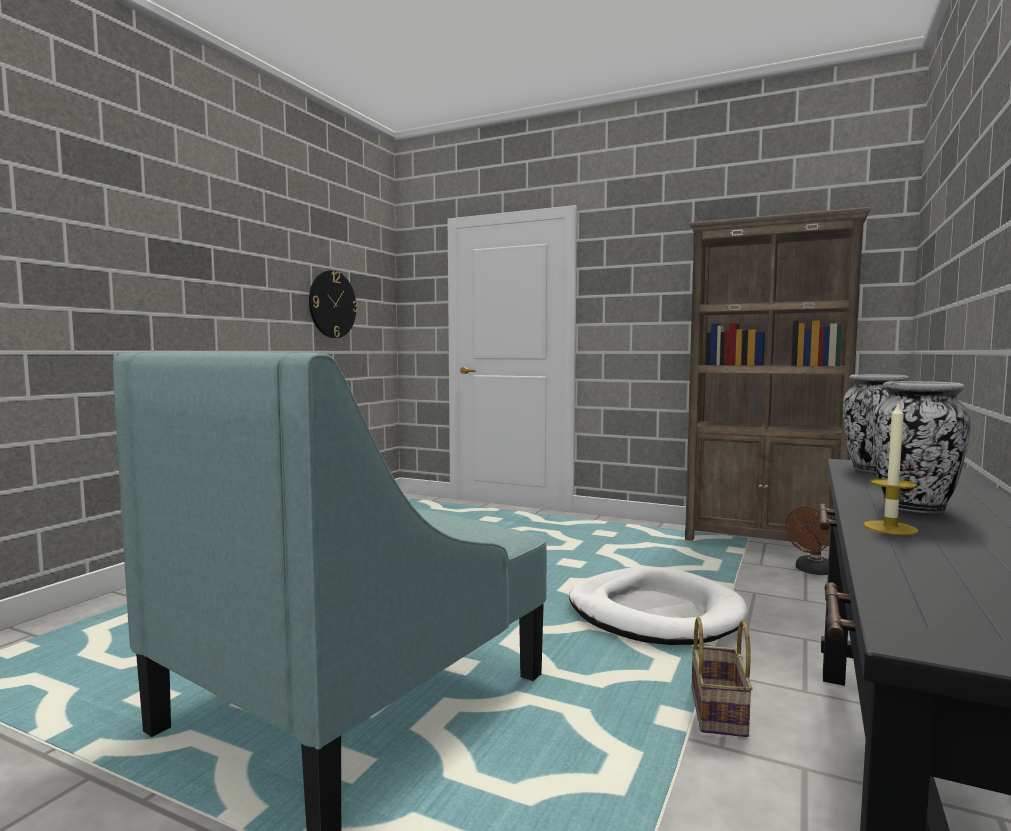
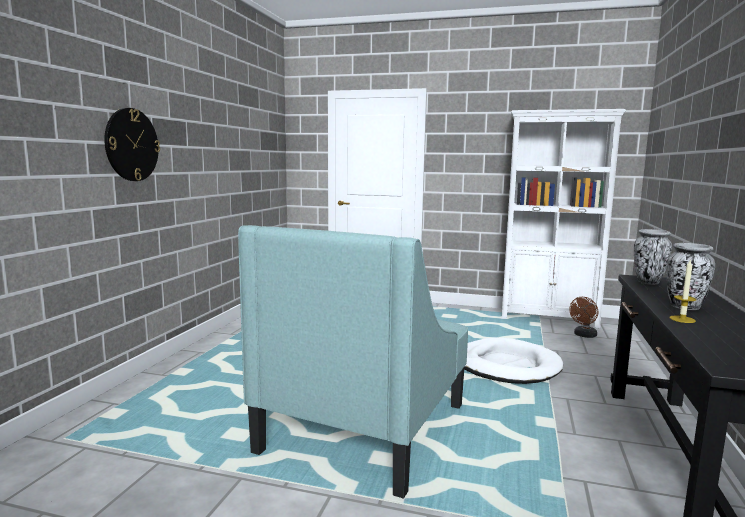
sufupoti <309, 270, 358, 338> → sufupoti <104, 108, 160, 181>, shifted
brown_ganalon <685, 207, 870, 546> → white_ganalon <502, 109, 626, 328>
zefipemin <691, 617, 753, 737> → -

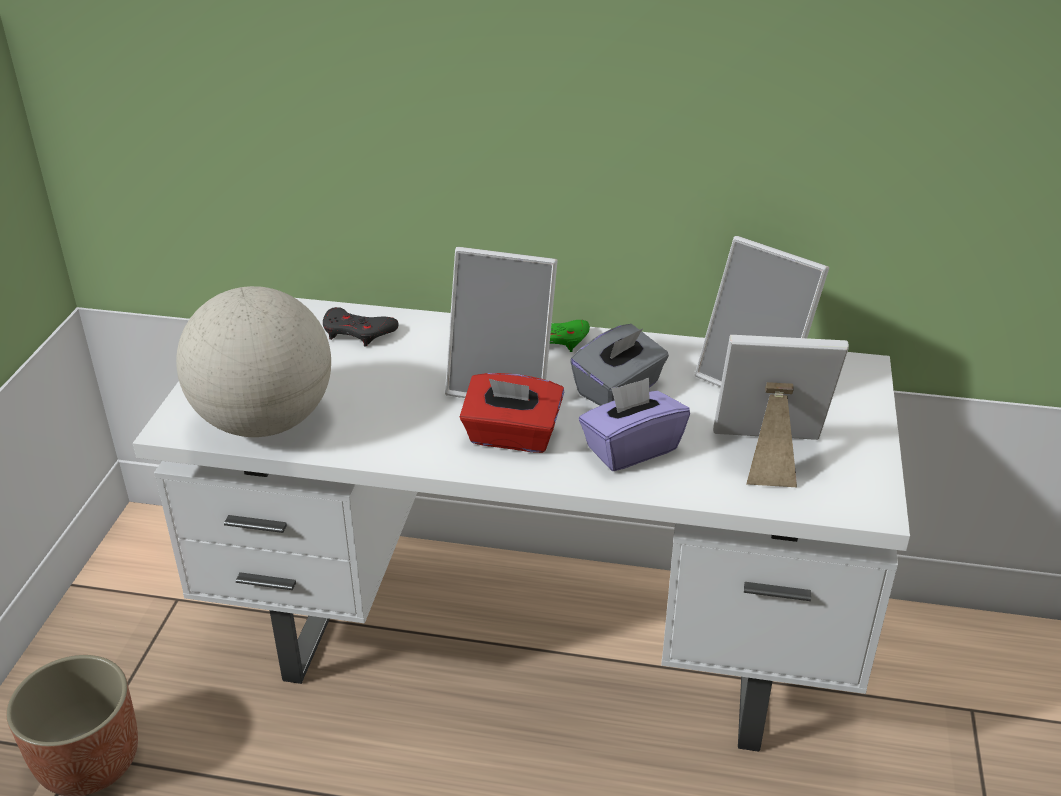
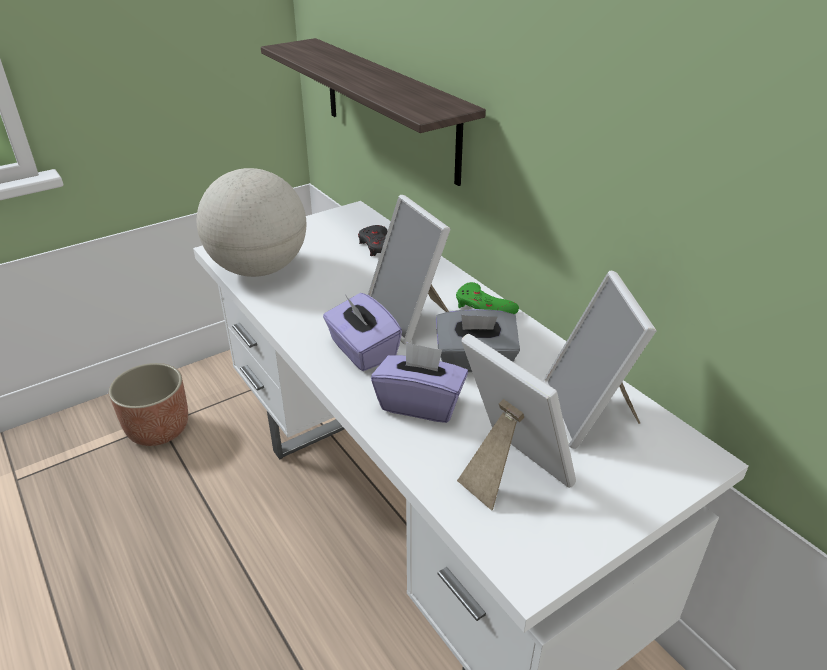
- → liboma <261, 38, 486, 186>
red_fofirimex <460, 373, 564, 453> → purple_fofirimex <323, 293, 402, 371>

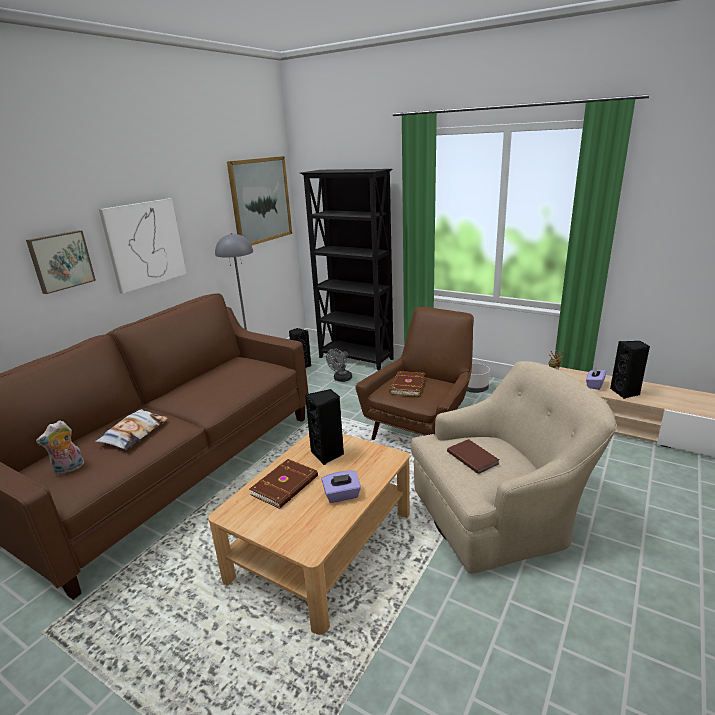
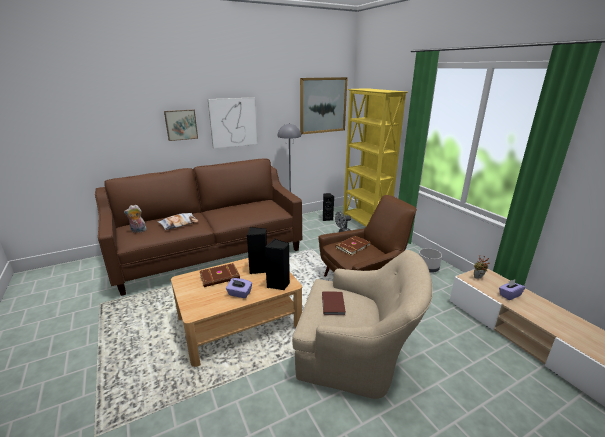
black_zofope <610, 341, 650, 399> → black_zofope <265, 239, 290, 290>, shifted
black_ganalon <300, 169, 394, 370> → yellow_ganalon <343, 88, 407, 227>

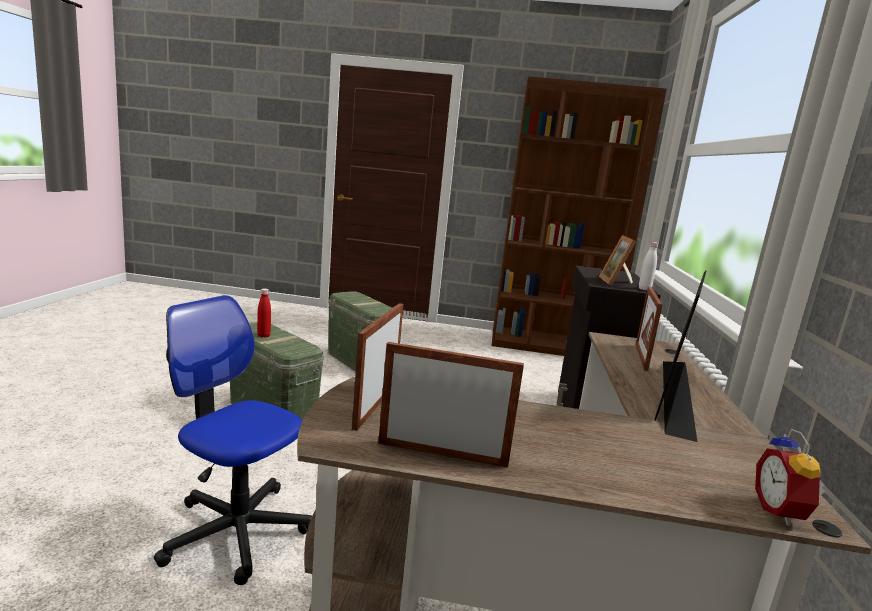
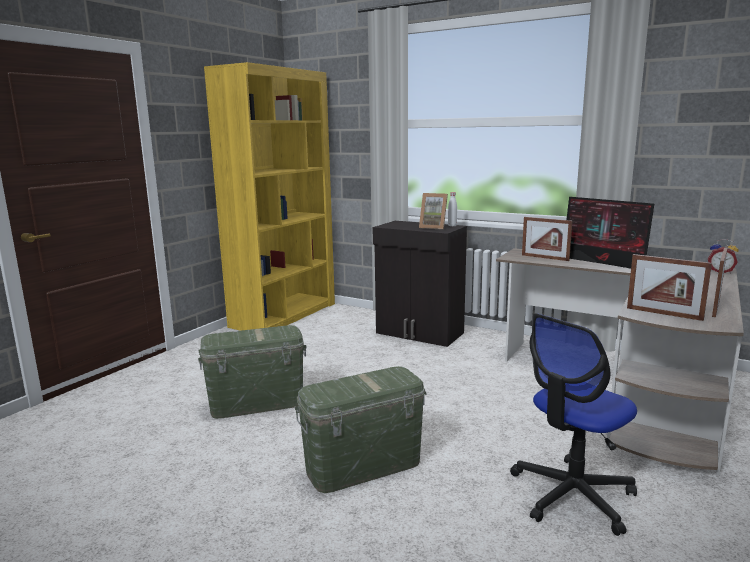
brown_ganalon <492, 76, 667, 356> → yellow_ganalon <204, 62, 335, 331>
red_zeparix <257, 288, 271, 338> → -

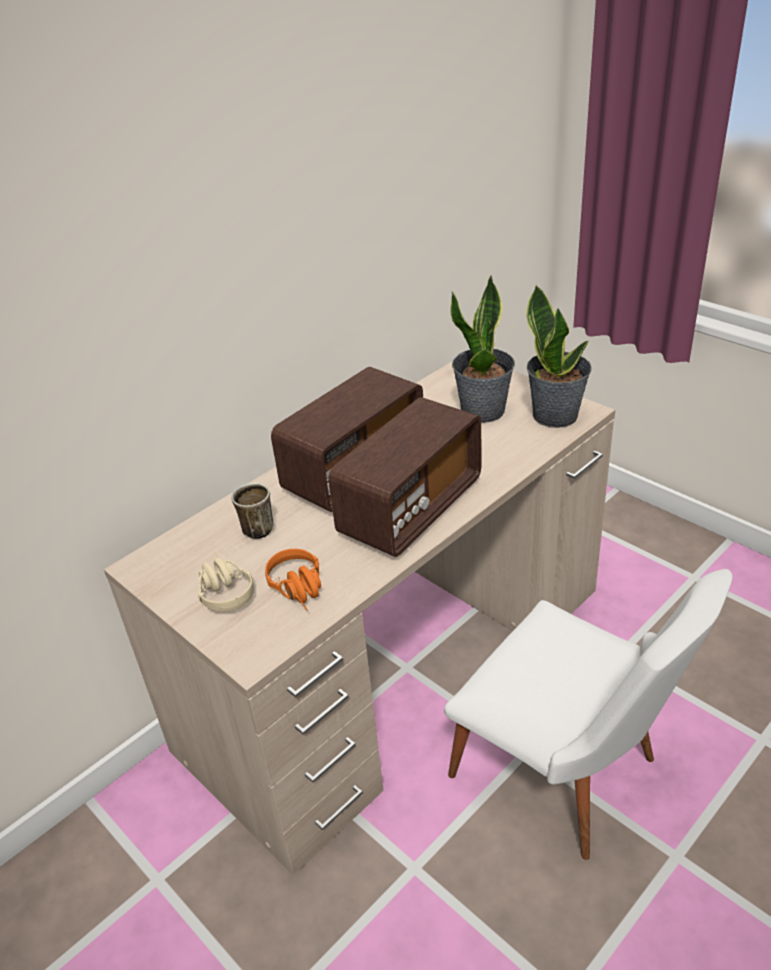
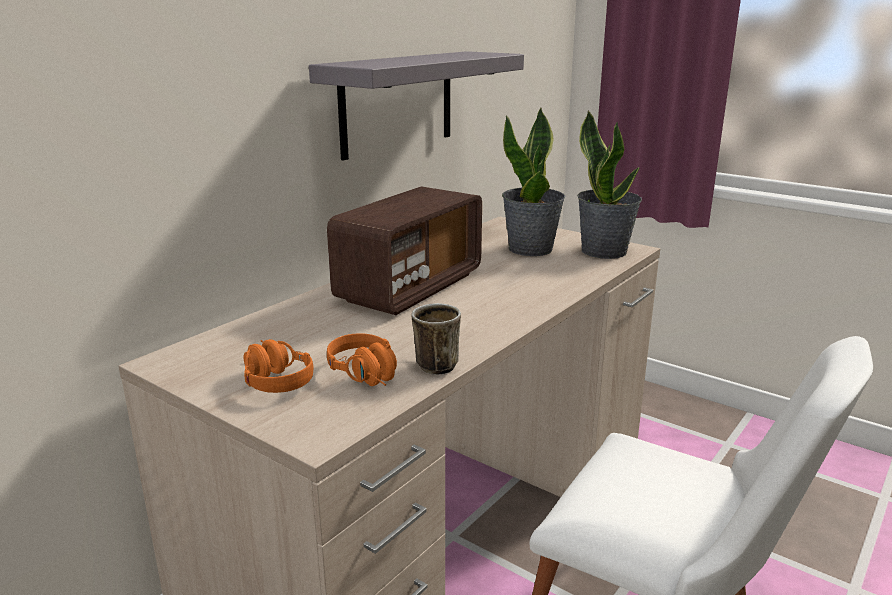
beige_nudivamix <198, 551, 254, 612> → orange_nudivamix <244, 339, 313, 393>
- → grey_liboma <309, 51, 524, 160>
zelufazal <231, 483, 274, 539> → zelufazal <411, 303, 461, 375>, shifted
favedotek <328, 397, 481, 557> → -

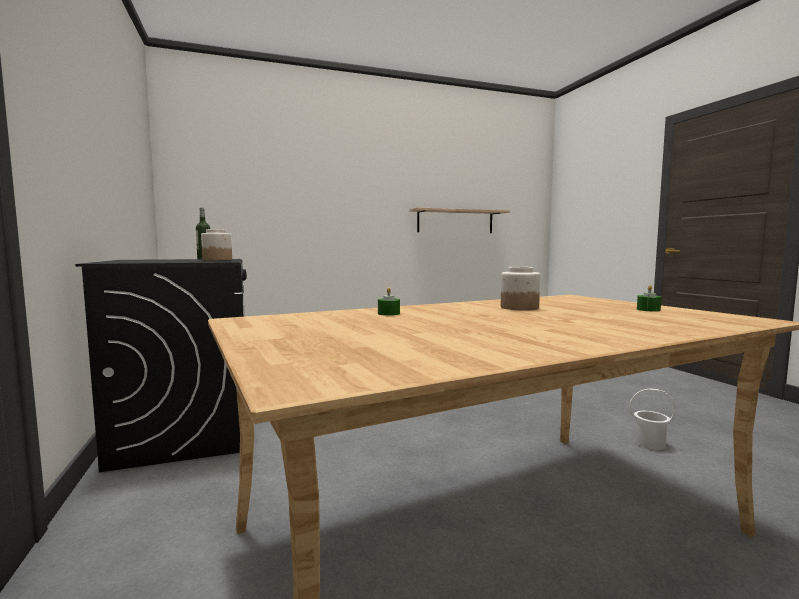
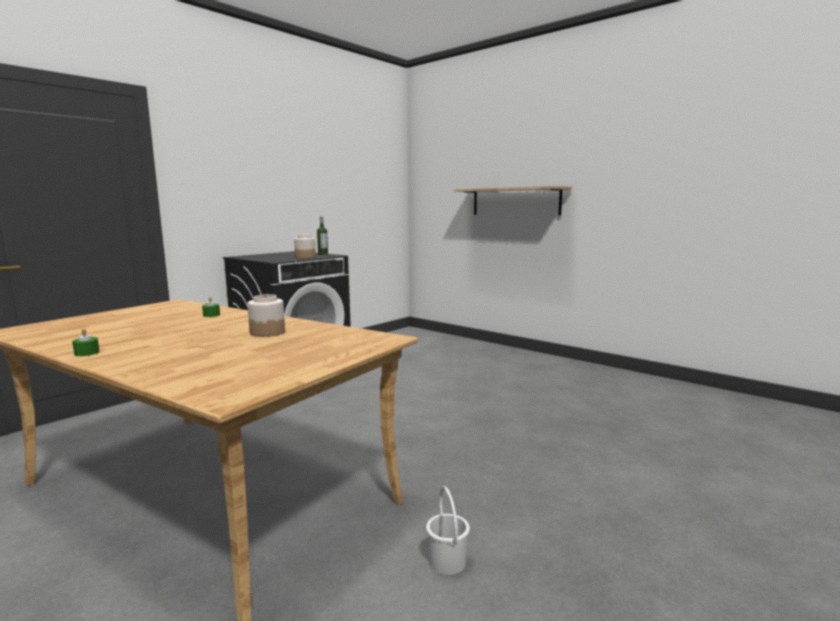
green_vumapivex <637, 285, 661, 311> → green_vumapivex <72, 328, 100, 356>, shifted
liboma <409, 207, 510, 233> → liboma <454, 186, 572, 215>, shifted

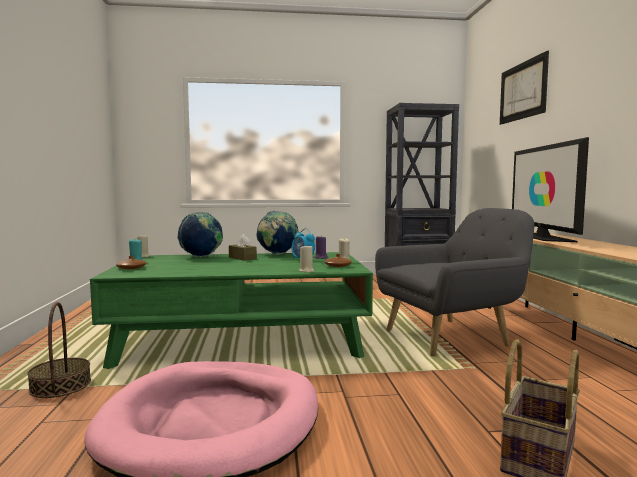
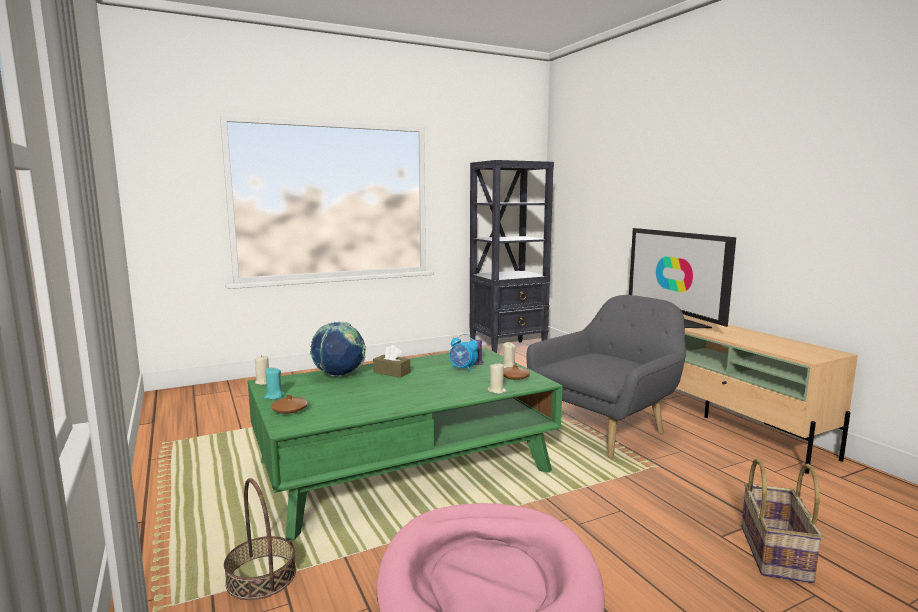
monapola <256, 211, 298, 255> → -
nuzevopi <500, 50, 549, 125> → -

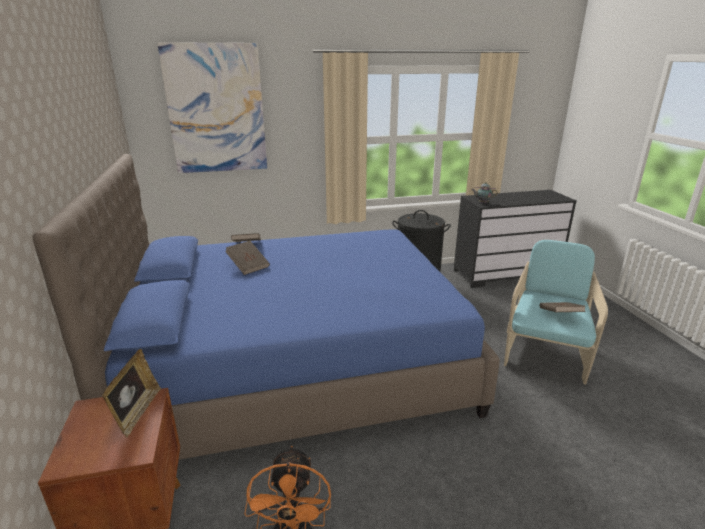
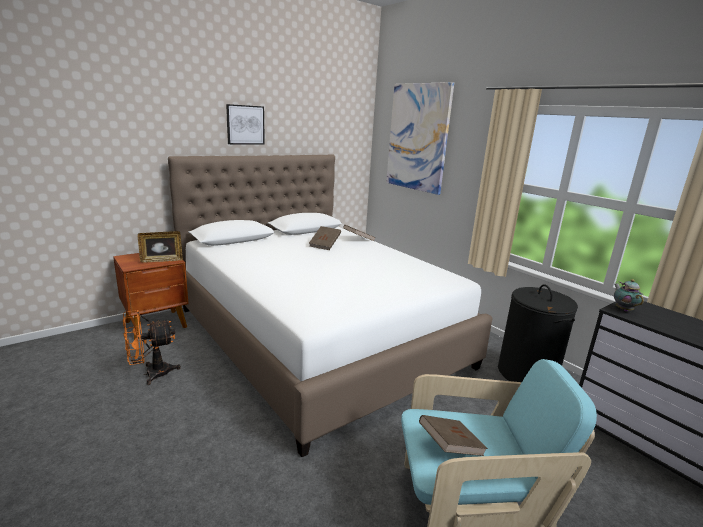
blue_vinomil <33, 154, 500, 460> → white_vinomil <168, 155, 493, 457>
- → nuzevopi <226, 104, 265, 145>

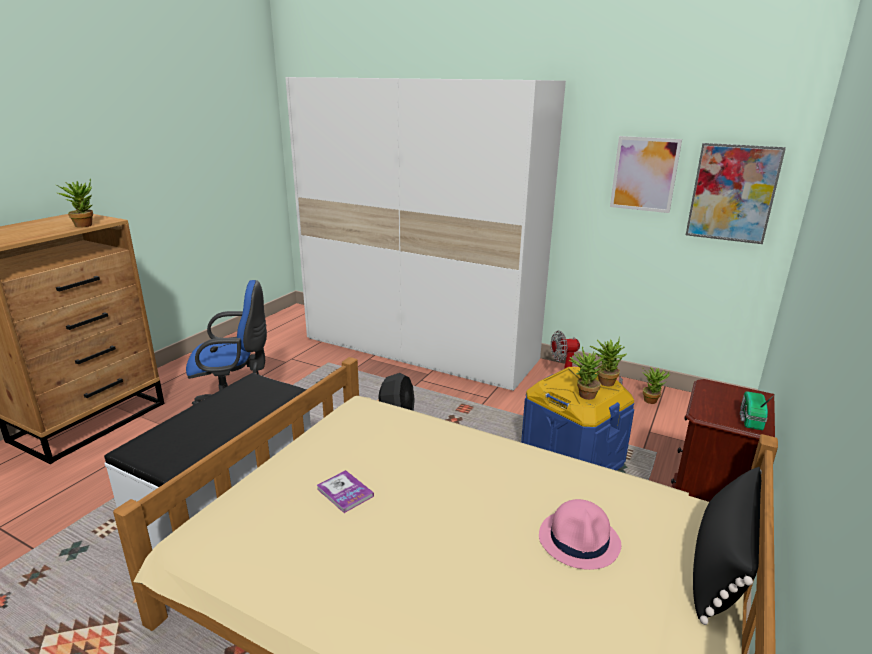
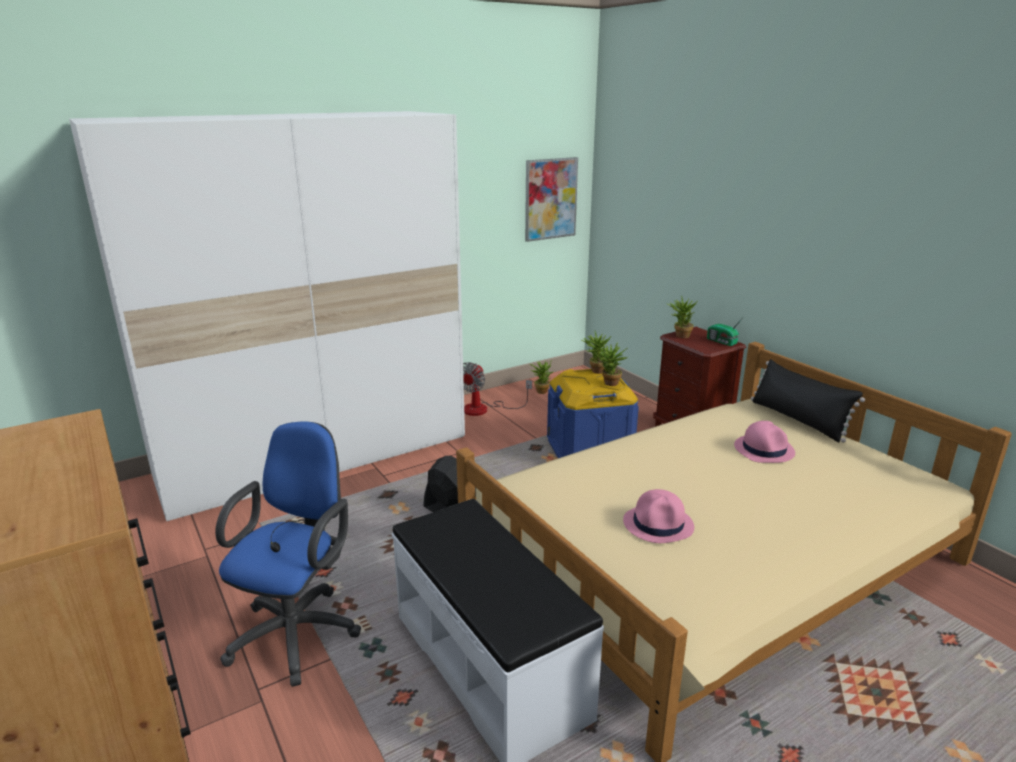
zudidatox <317, 470, 374, 513> → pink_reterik <623, 489, 694, 543>
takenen <57, 179, 93, 228> → takenen <667, 295, 697, 338>, shifted
nuzevopi <610, 136, 682, 213> → -

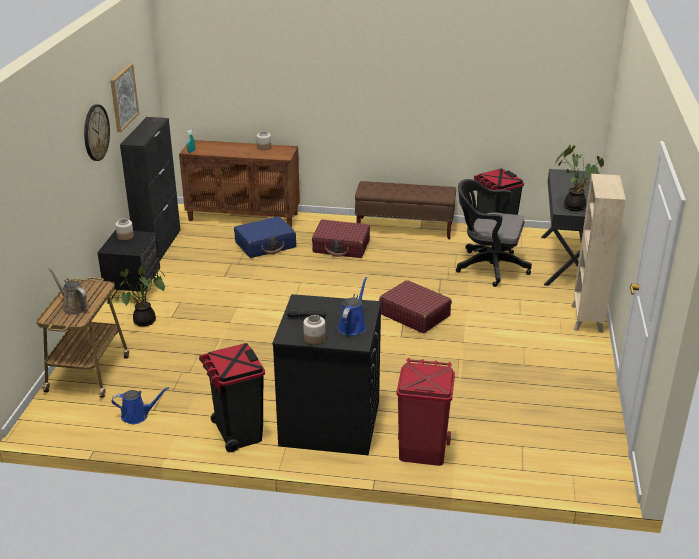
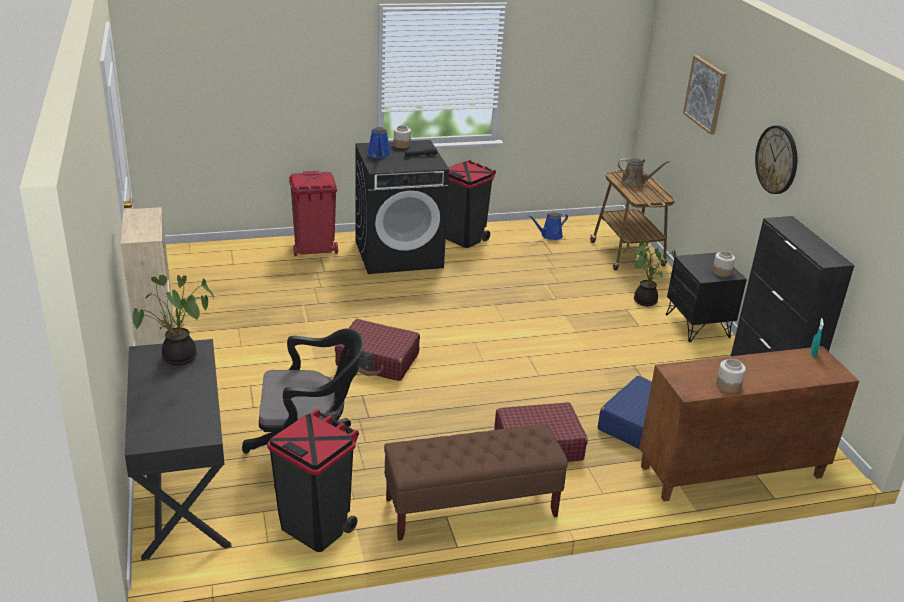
nuzevopi <110, 64, 139, 132> → nuzevopi <683, 55, 727, 135>, shifted

